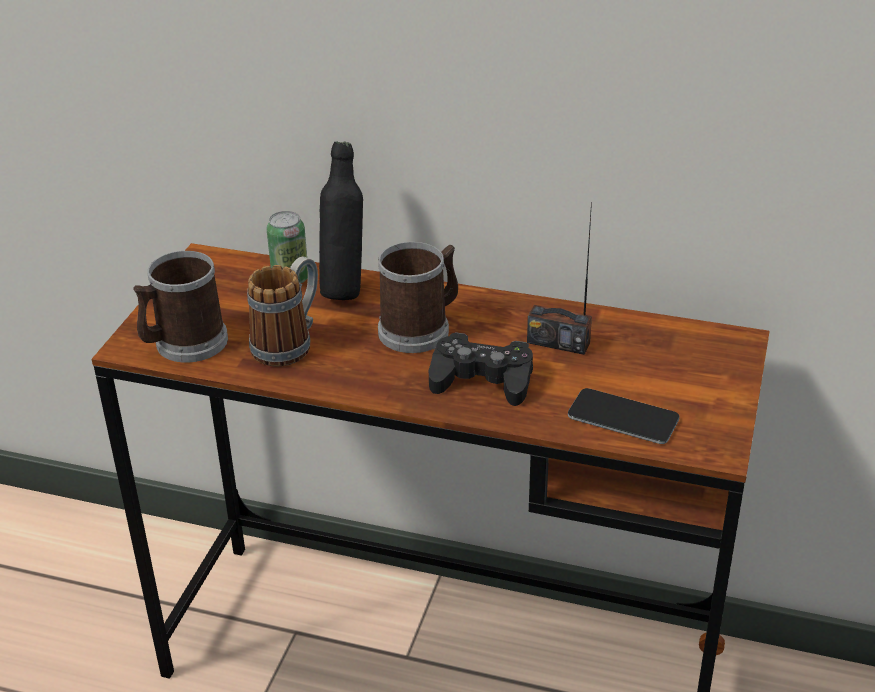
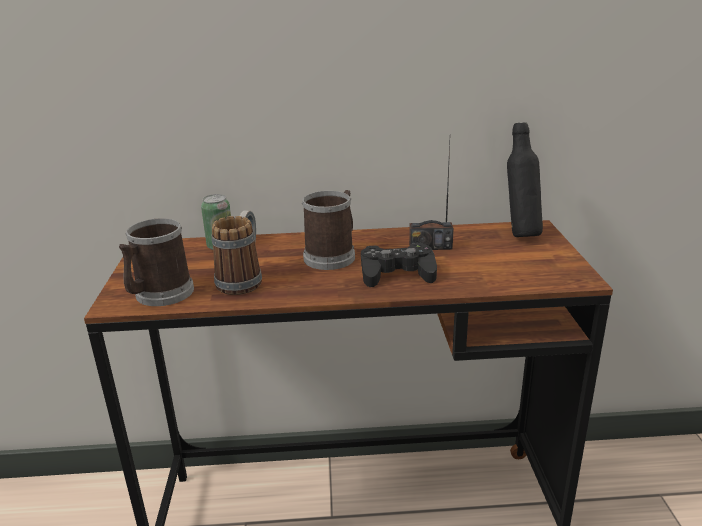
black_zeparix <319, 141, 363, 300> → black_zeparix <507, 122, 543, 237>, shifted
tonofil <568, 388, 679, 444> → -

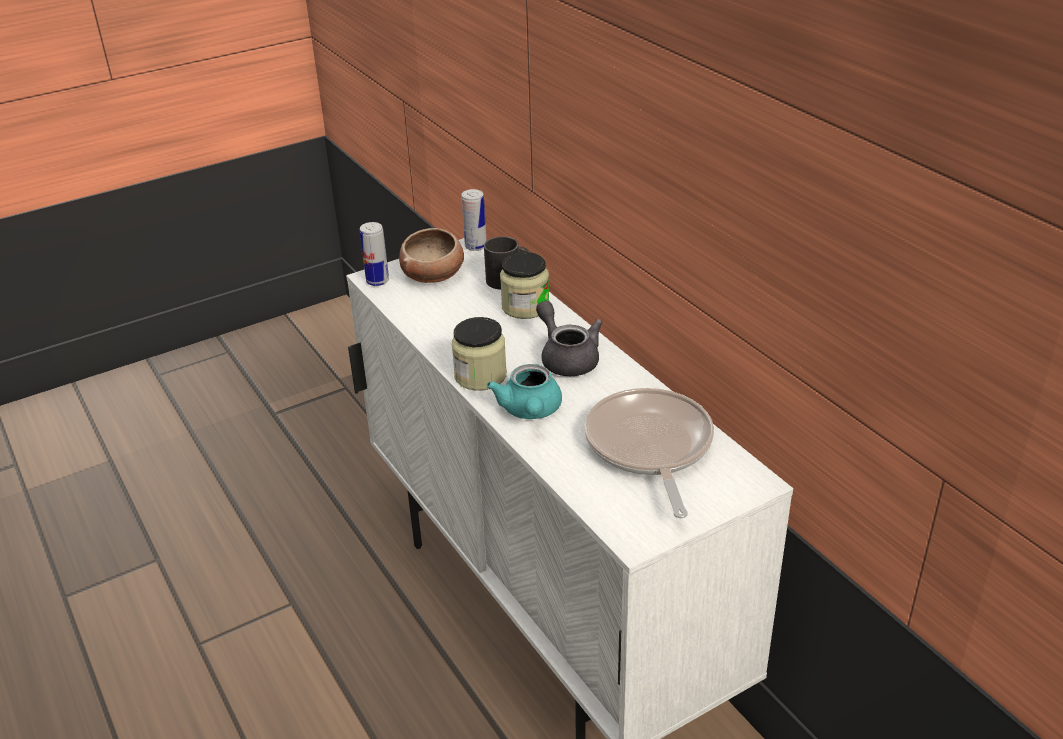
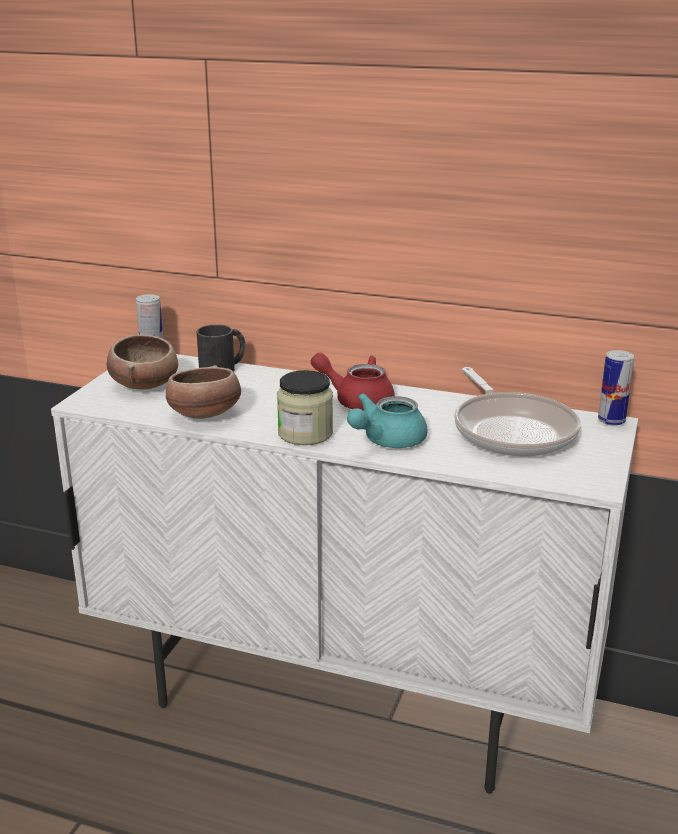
- → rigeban <166, 365, 241, 419>
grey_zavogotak <536, 301, 602, 376> → red_zavogotak <311, 352, 395, 411>
turquoise_zavogotak <487, 364, 562, 419> → turquoise_zavogotak <347, 393, 428, 448>, 90 degrees clockwise
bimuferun <584, 388, 714, 518> → bimuferun <454, 367, 581, 457>, 150 degrees counterclockwise
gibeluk <360, 222, 389, 286> → gibeluk <598, 350, 634, 426>, shifted
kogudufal <500, 252, 549, 319> → -

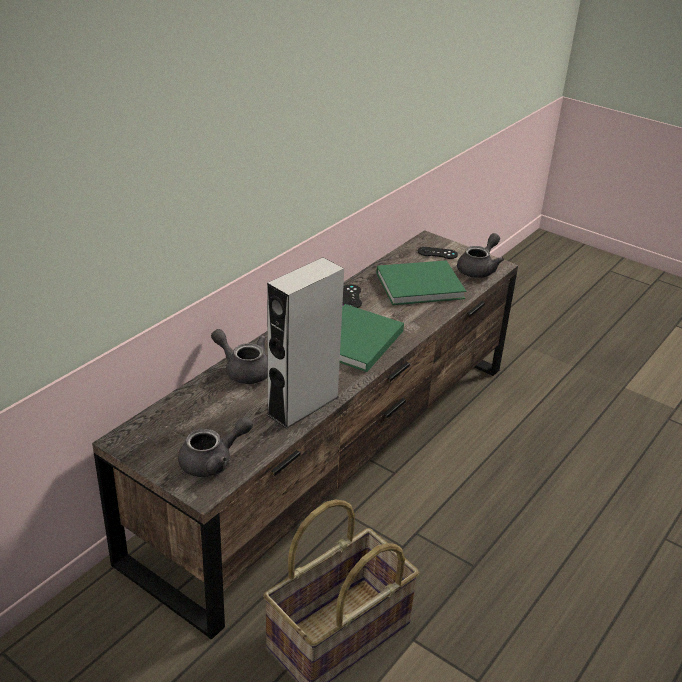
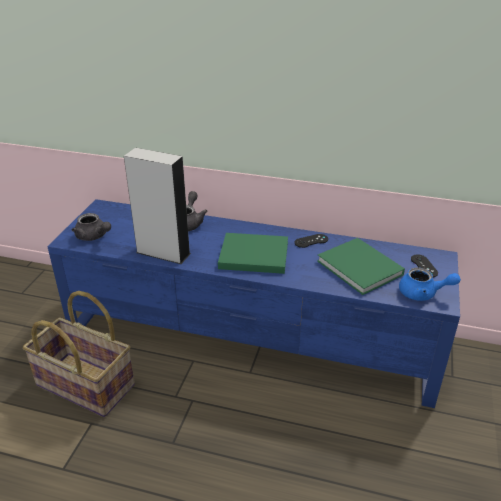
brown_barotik <92, 230, 518, 640> → blue_barotik <47, 199, 460, 408>
grey_zavogotak <457, 233, 504, 278> → blue_zavogotak <399, 267, 461, 301>

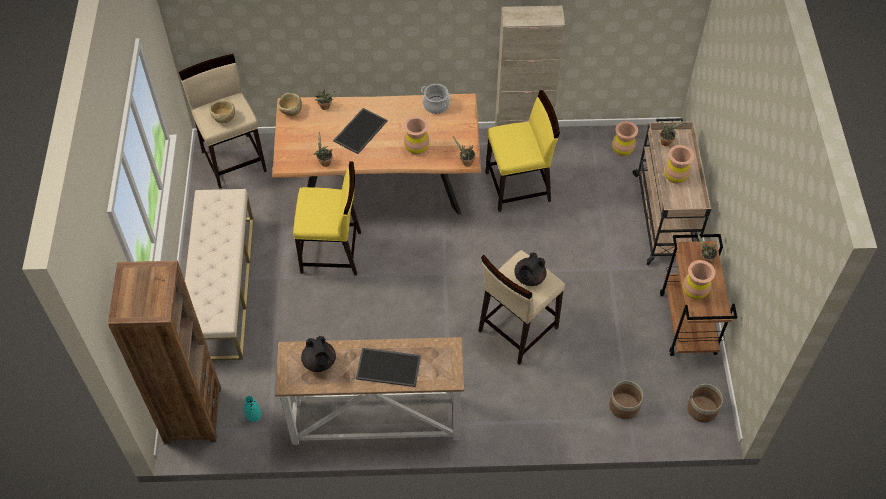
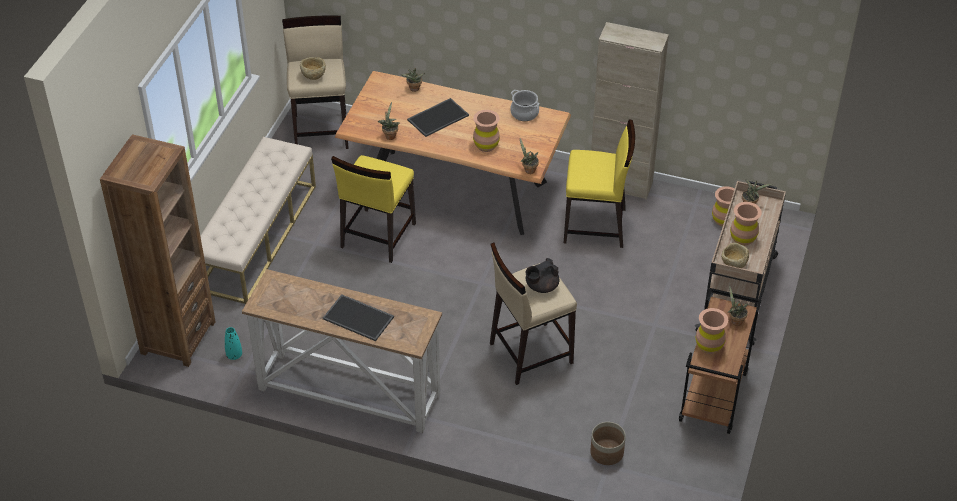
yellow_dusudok <293, 161, 361, 276> → yellow_dusudok <331, 155, 416, 263>, 90 degrees clockwise
beige_rigeban <278, 93, 302, 116> → beige_rigeban <721, 243, 749, 268>, shifted
black_zavogotak <301, 336, 336, 372> → -
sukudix <687, 384, 723, 423> → -

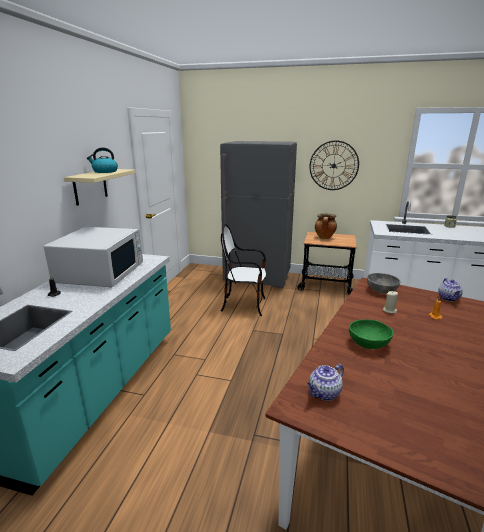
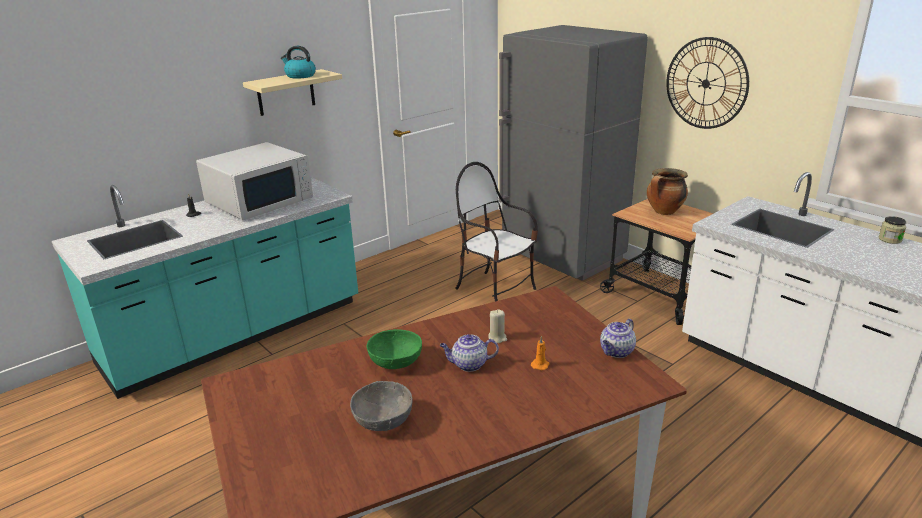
grey_rigeban <367, 273, 400, 293> → grey_rigeban <350, 381, 413, 431>, shifted
zavogotak <307, 364, 344, 401> → zavogotak <440, 334, 499, 372>, shifted

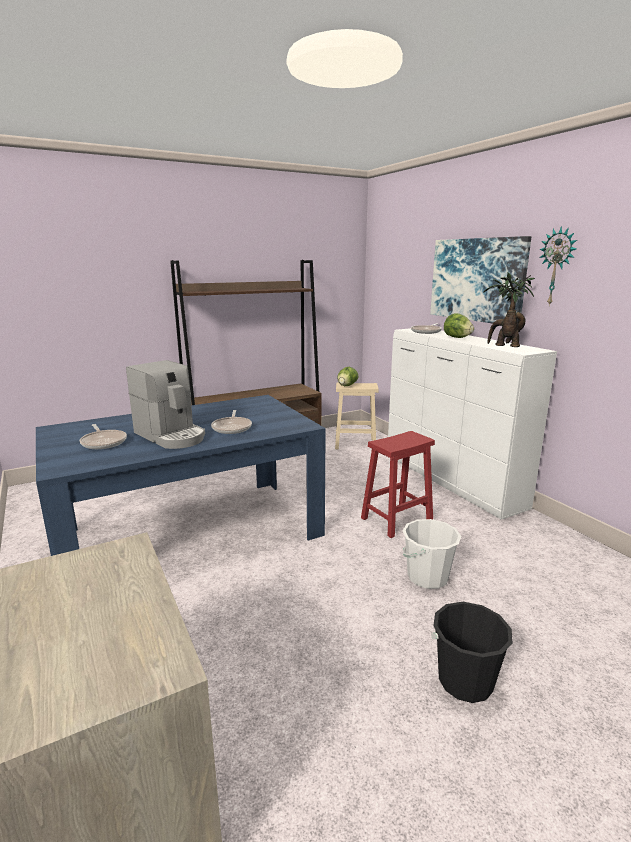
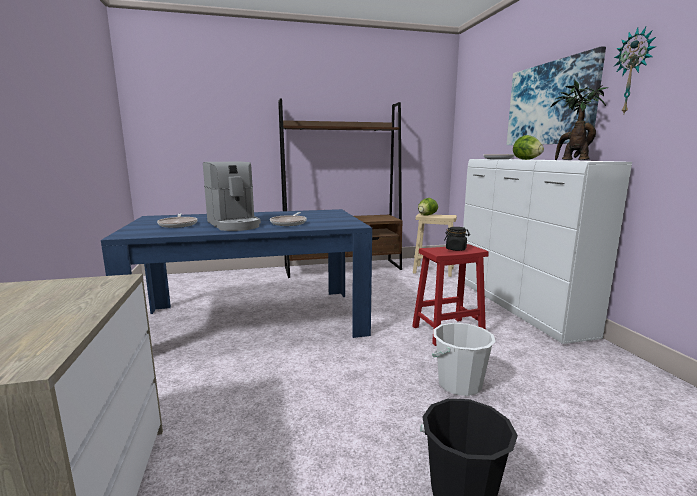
- → black_kogudufal <444, 227, 470, 251>

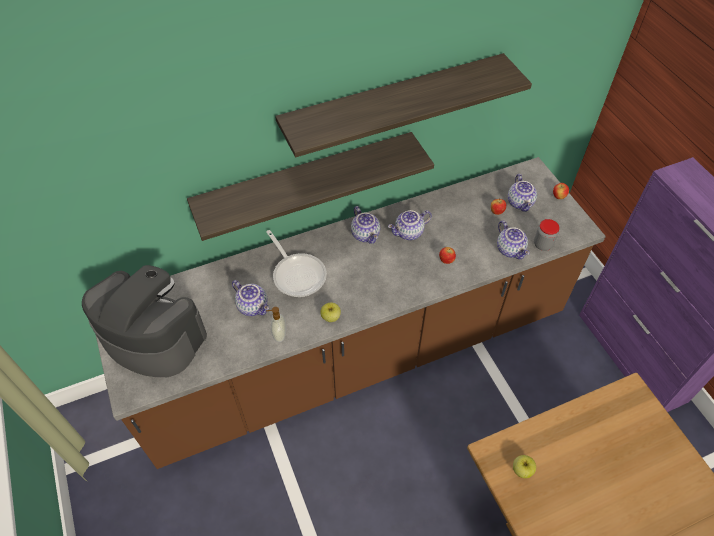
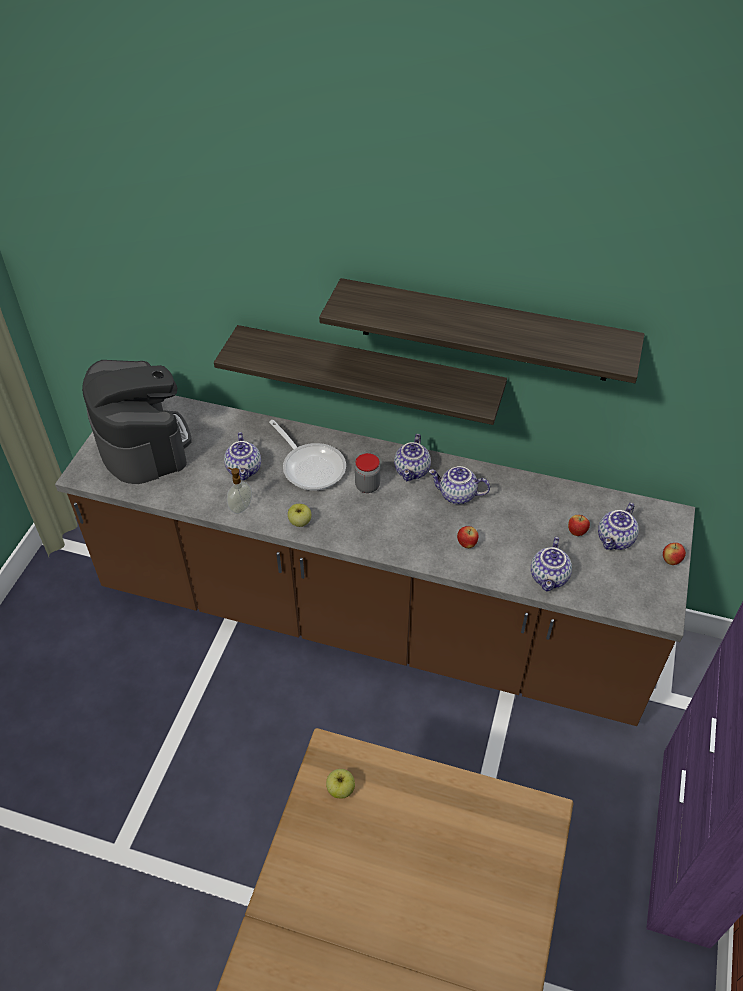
bimuferun <266, 230, 327, 297> → bimuferun <269, 420, 346, 491>, 45 degrees counterclockwise
kogudufal <534, 219, 560, 251> → kogudufal <355, 453, 380, 493>, shifted

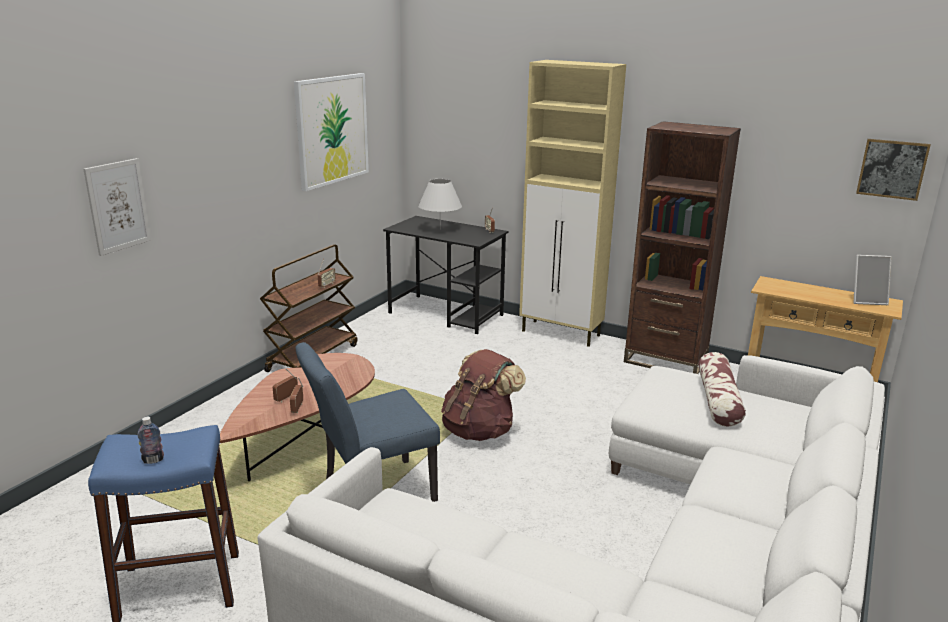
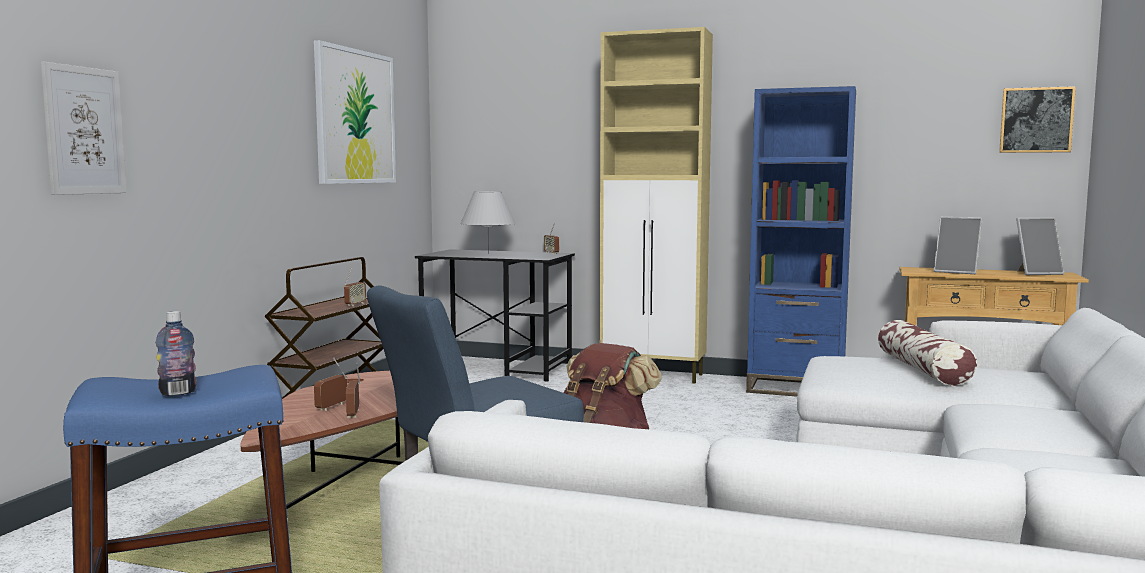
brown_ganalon <624, 121, 741, 374> → blue_ganalon <746, 86, 856, 397>
- → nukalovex <934, 217, 982, 274>

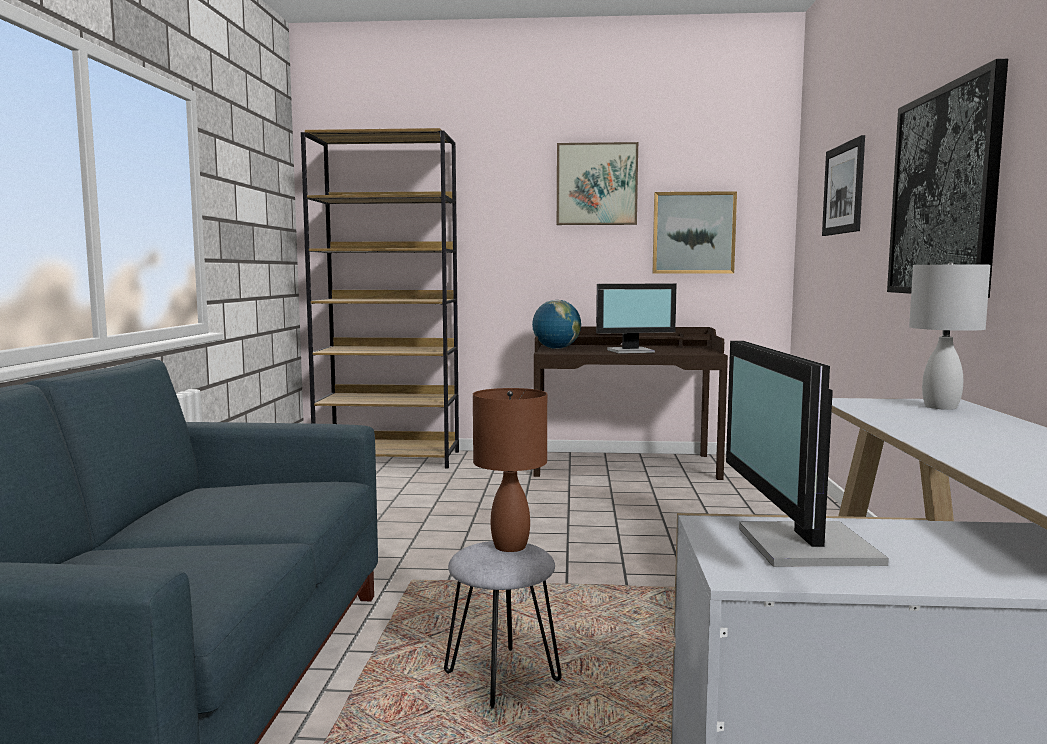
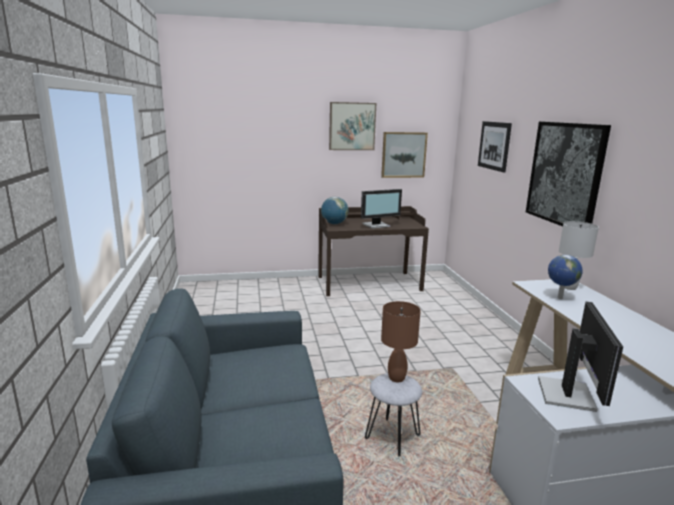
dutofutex <726, 341, 889, 567> → dutofutex <538, 302, 623, 412>, 150 degrees counterclockwise
- → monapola <548, 255, 583, 299>
brown_ganalon <301, 128, 459, 469> → -

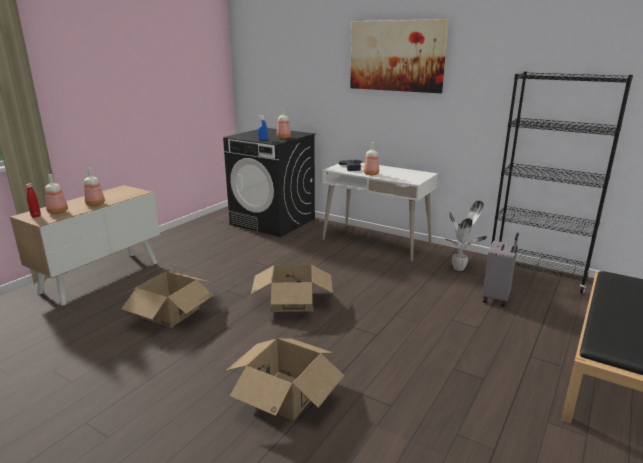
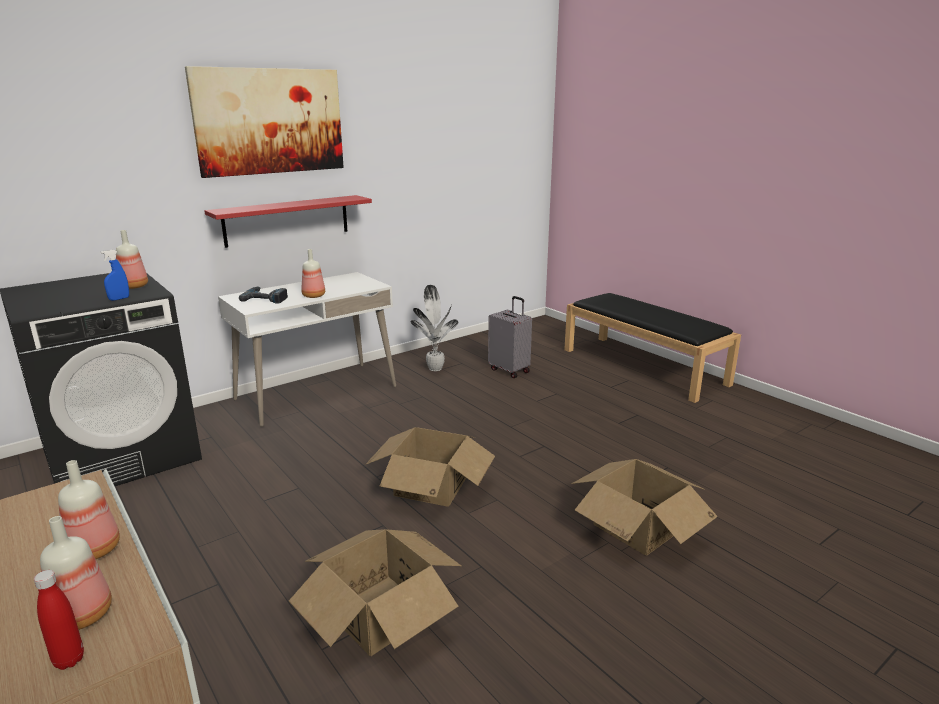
- → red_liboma <204, 195, 372, 248>
black_ganalon <491, 72, 633, 294> → -

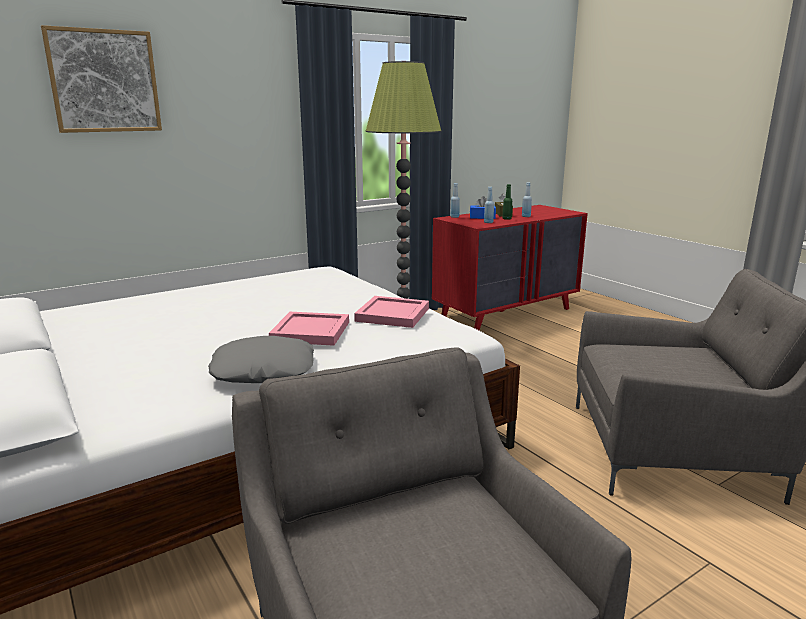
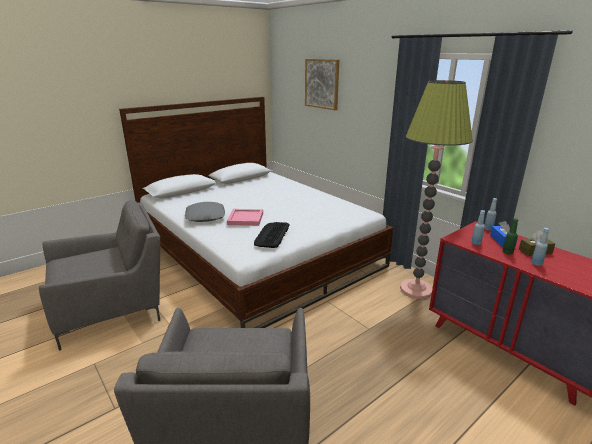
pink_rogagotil <354, 296, 429, 328> → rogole <254, 222, 290, 248>

